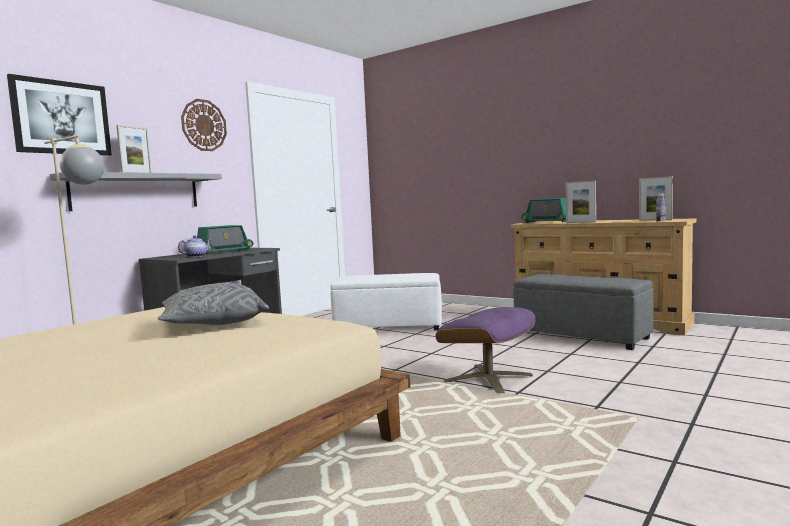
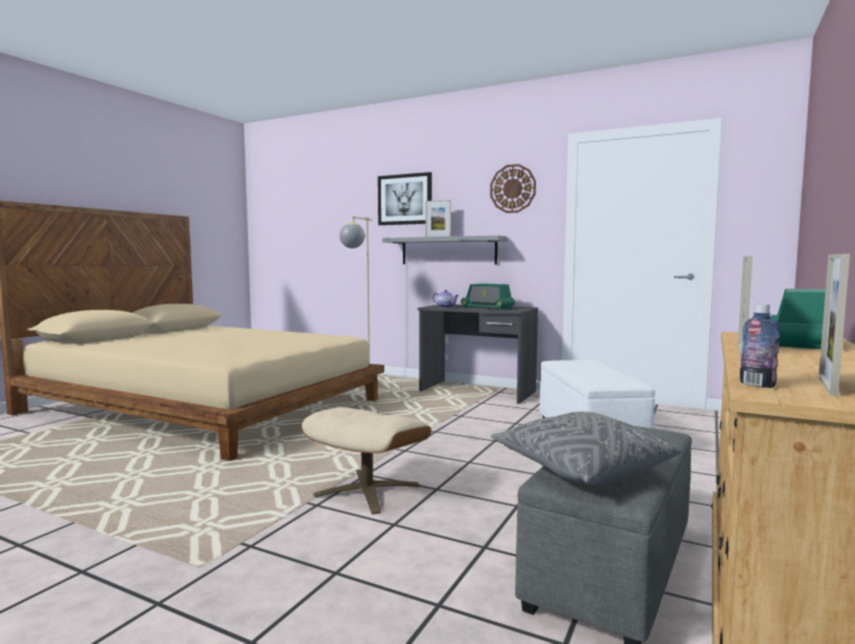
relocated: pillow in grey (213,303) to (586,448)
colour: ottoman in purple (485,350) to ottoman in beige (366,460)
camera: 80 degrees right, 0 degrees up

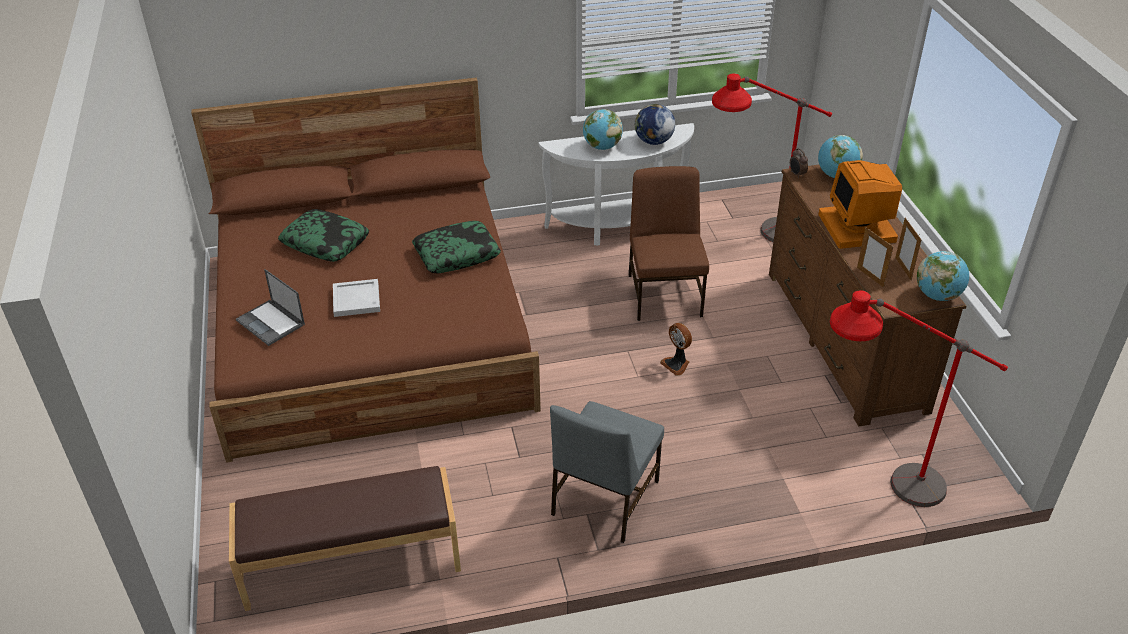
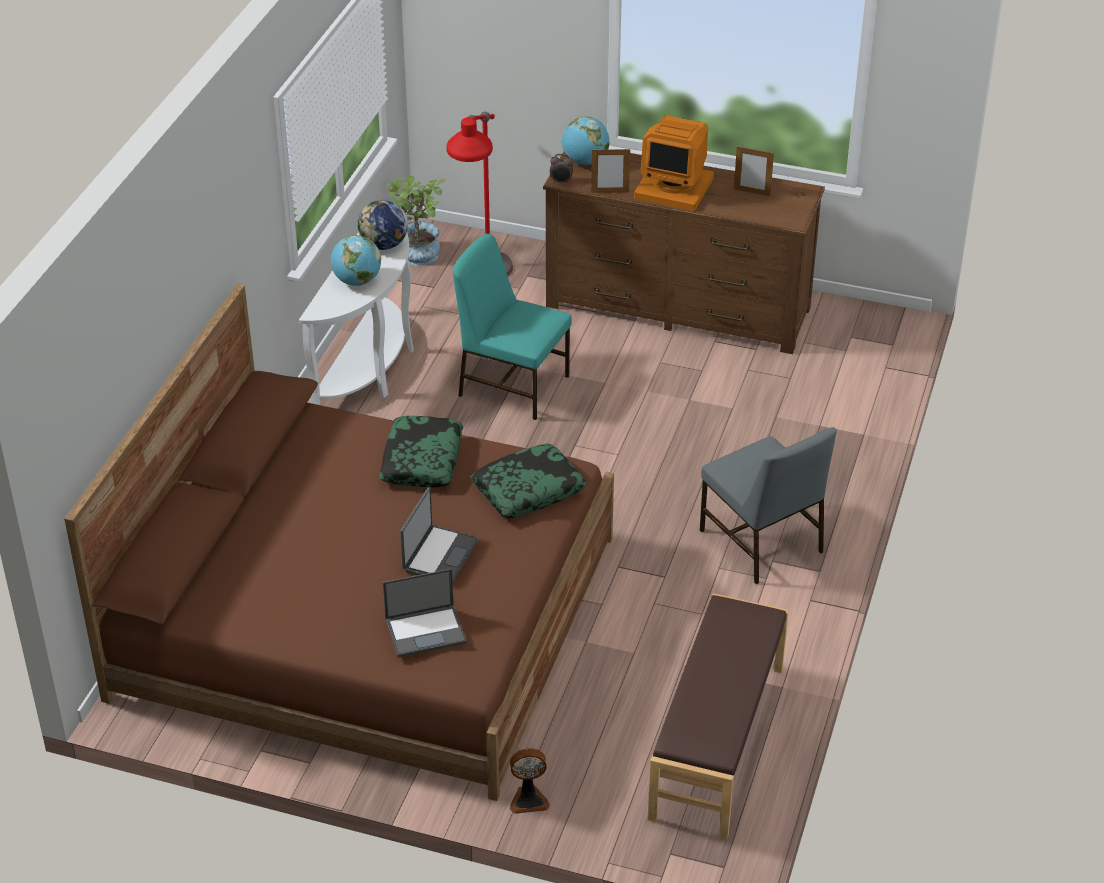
missing: floor lamp in red (919,398); globe (943,276)
appeared: potted plant (416,221)
relocated: pillow (323,235) to (528,481); fan (676,349) to (530,781); picture frame (875,257) to (610,170)
exchanged: tray in white (356,298) to laptop (439,534)
colour: chair in brown (669,243) to chair in turquoise (512,327)
camera: 60 degrees left, 0 degrees up

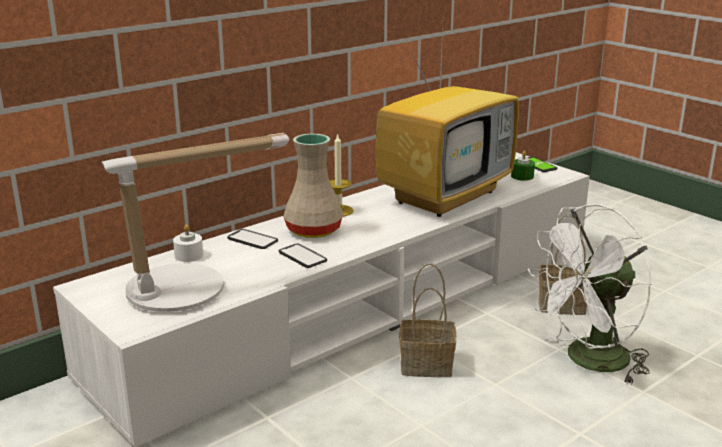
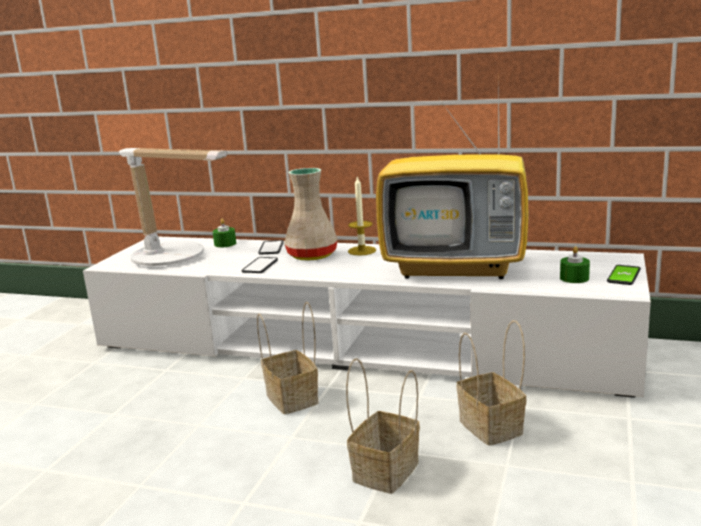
exchanged: fan in white (590,294) to basket (383,426)
colour: candle in white (188,243) to candle in green (224,233)
camera: 60 degrees right, 5 degrees down

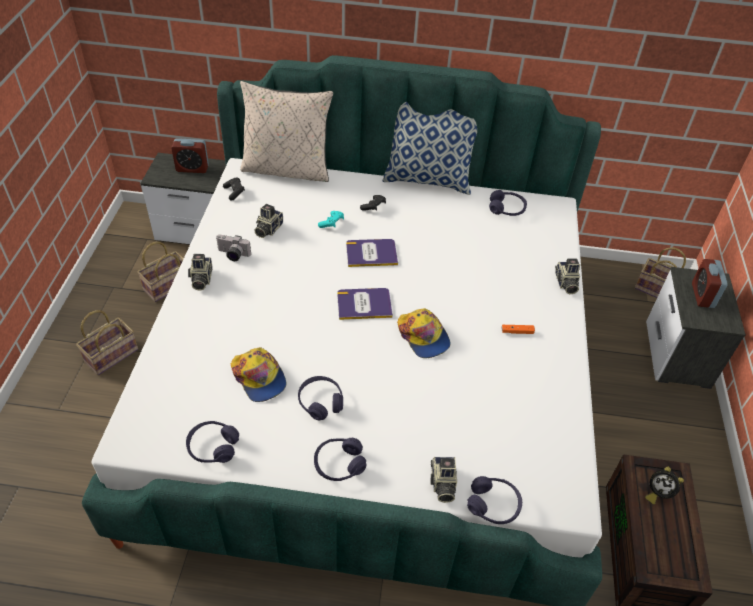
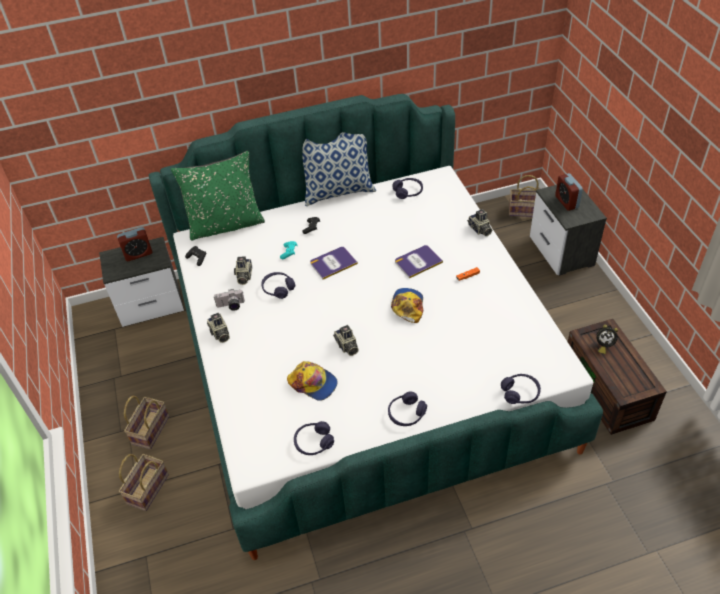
relocated: basket (160,272) to (144,482); headphones in purple (320,398) to (278,285); book (365,304) to (419,261); photo camera (444,480) to (346,340)
colour: pillow in beige (286,131) to pillow in green (218,195)
spun: cap (423,333) = (407,305) 120 degrees counterclockwise
camera: 20 degrees left, 0 degrees up

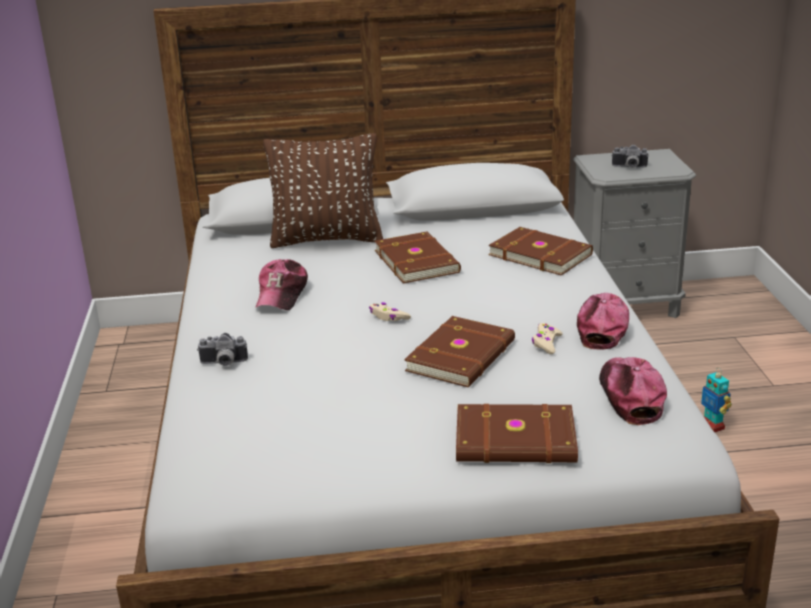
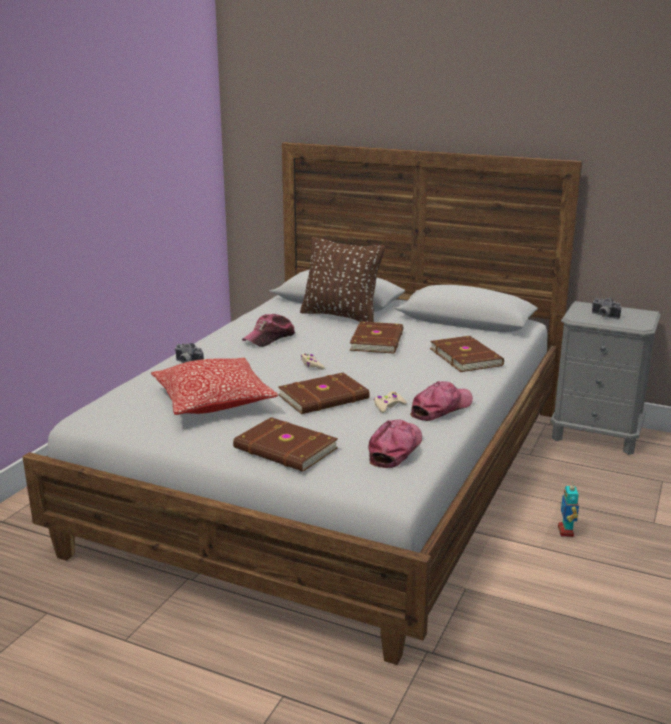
appeared: pillow (214,386)
camera: 30 degrees right, 5 degrees down

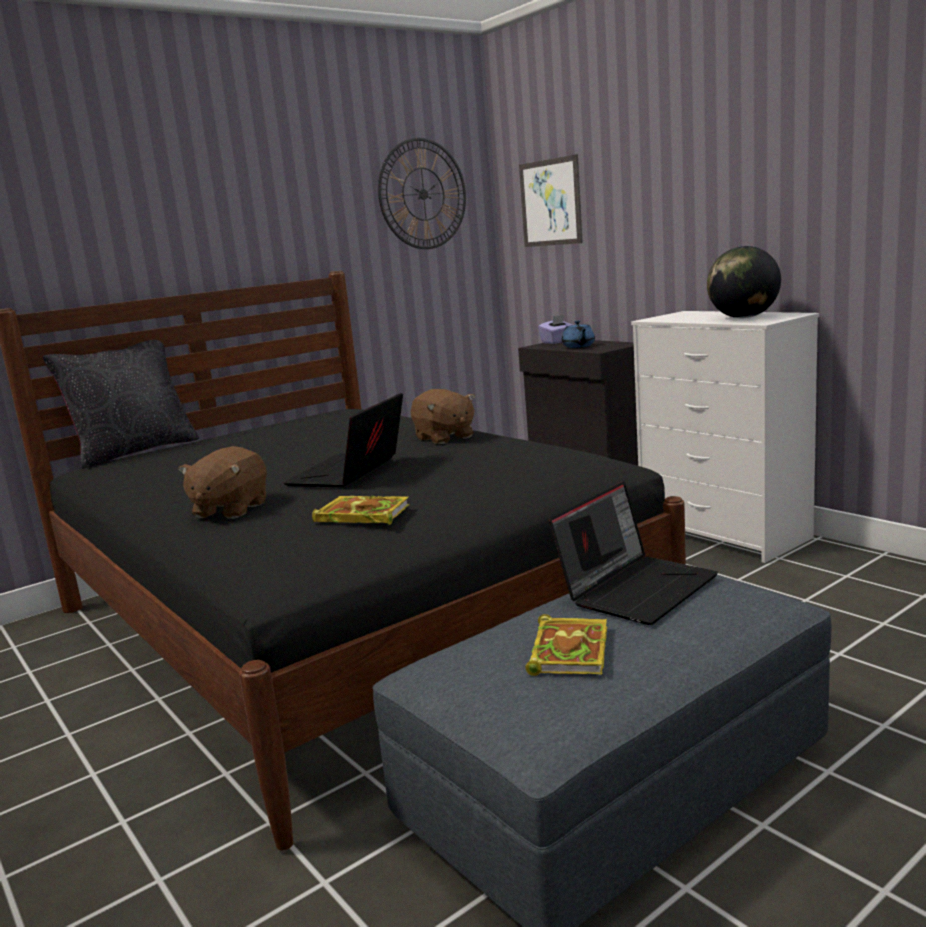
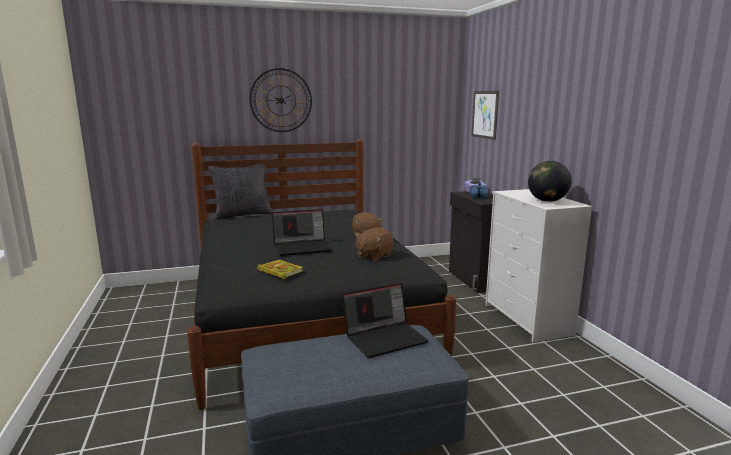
missing: book (566,645)
relocated: plush toy in brown (222,482) to (374,244); wall clock (422,193) to (280,100)
spun: laptop (343,440) = (302,232) 150 degrees counterclockwise
camera: 20 degrees right, 0 degrees up

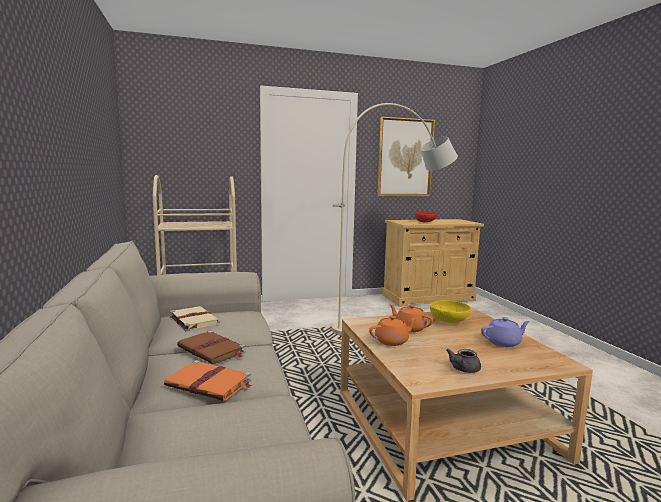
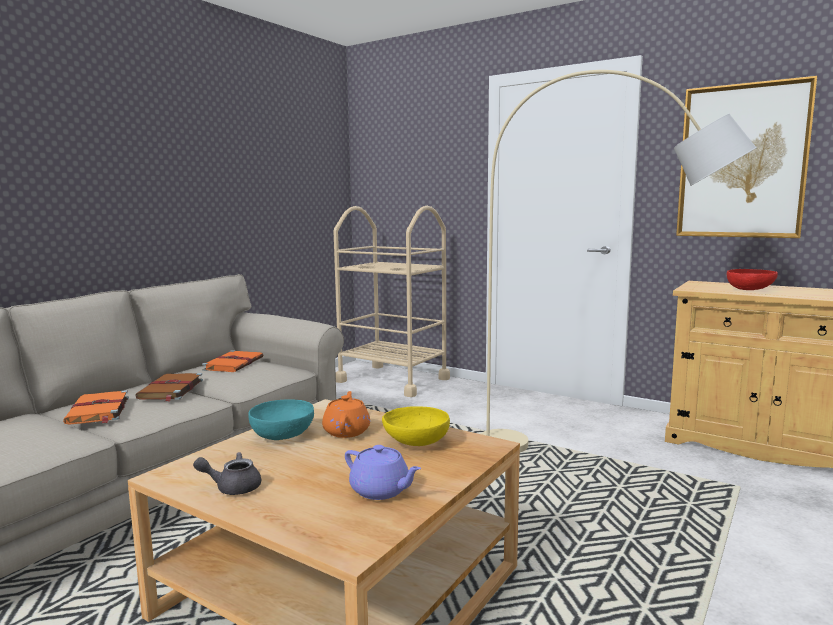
exchanged: teapot in orange (393,331) to bowl in turquoise (281,419)
colour: book in beige (195,319) to book in orange (232,361)
camera: 50 degrees right, 0 degrees up

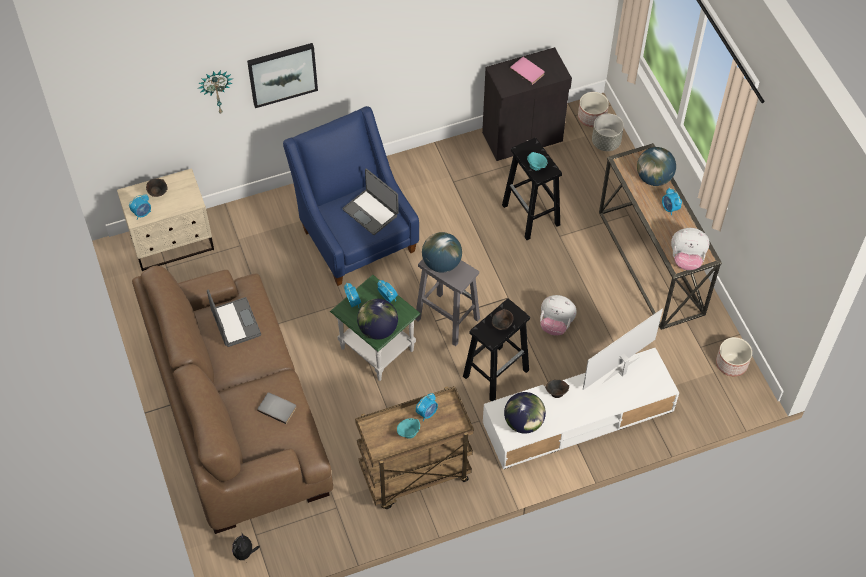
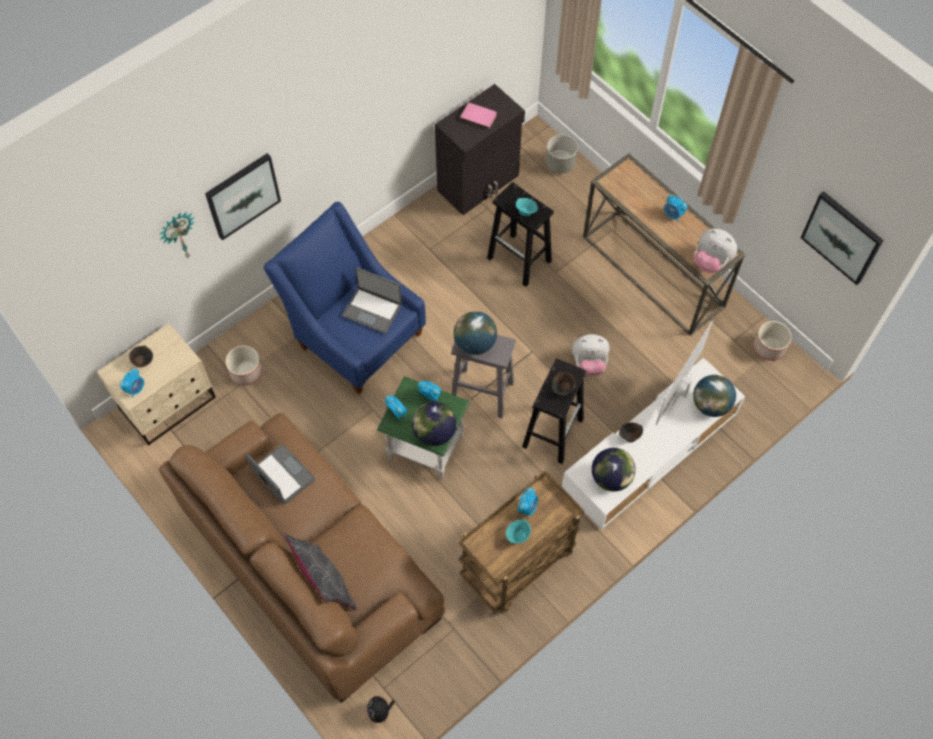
missing: book in grey (277,408)
appeared: pillow in grey (320,572); picture (842,238)
relocated: planter (593,109) to (244,366); globe (656,166) to (714,396)
spun: plush toy (690,249) = (715,251) 45 degrees clockwise
camera: 20 degrees left, 5 degrees up

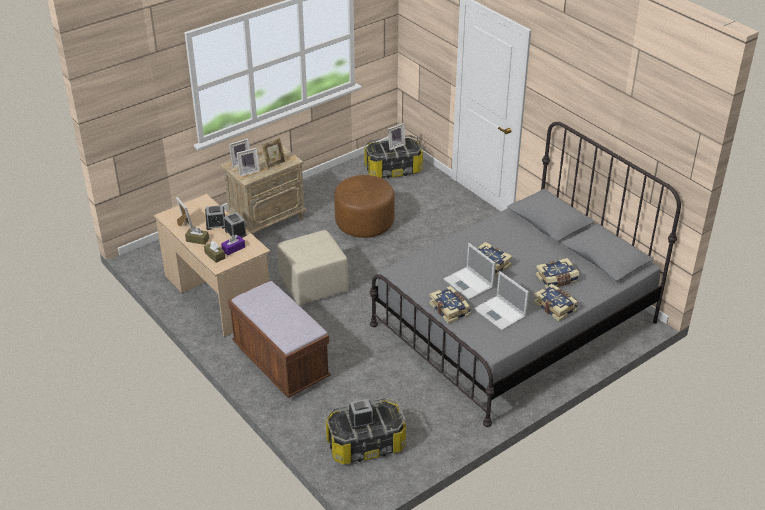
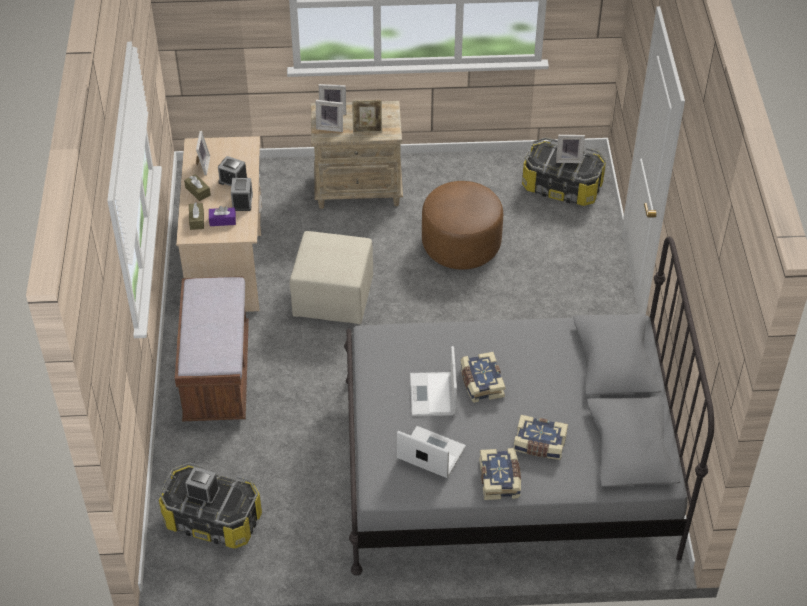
missing: book (450,305)
spun: laptop (501,301) = (431,452) 120 degrees clockwise
camera: 35 degrees right, 10 degrees up

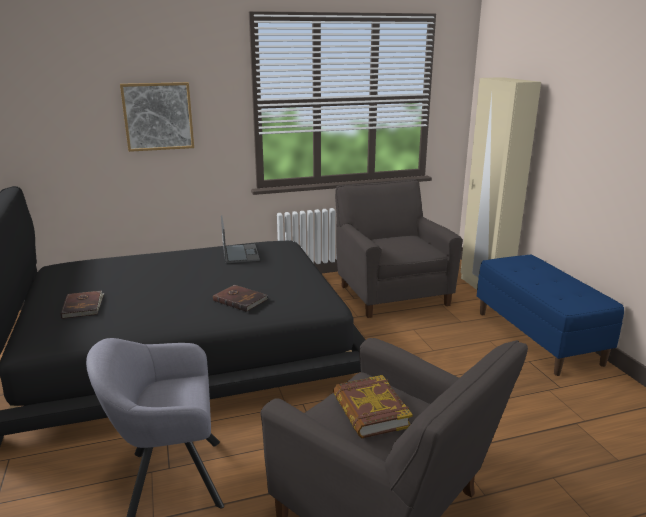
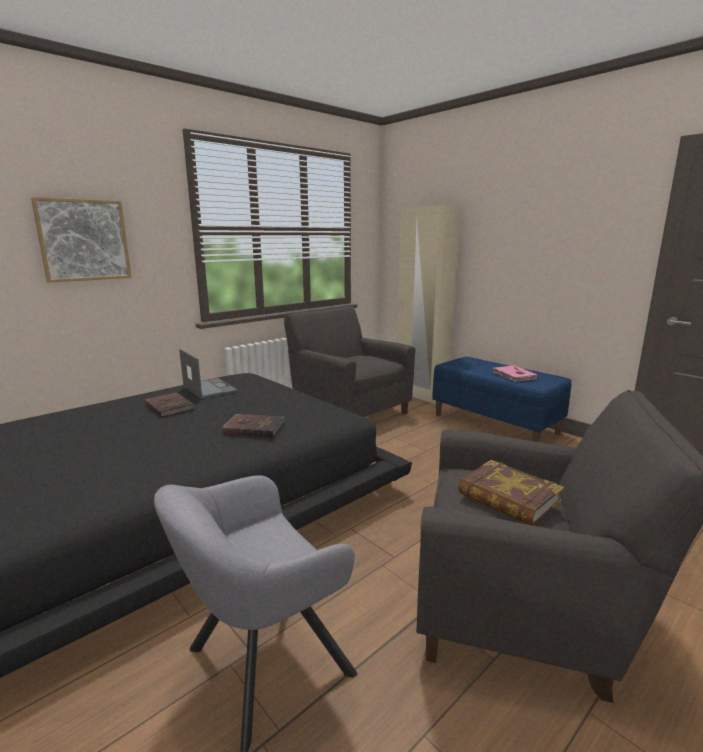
appeared: book in pink (514,373)
relocated: book in brown (82,305) to (169,405)
camera: 25 degrees left, 5 degrees down

